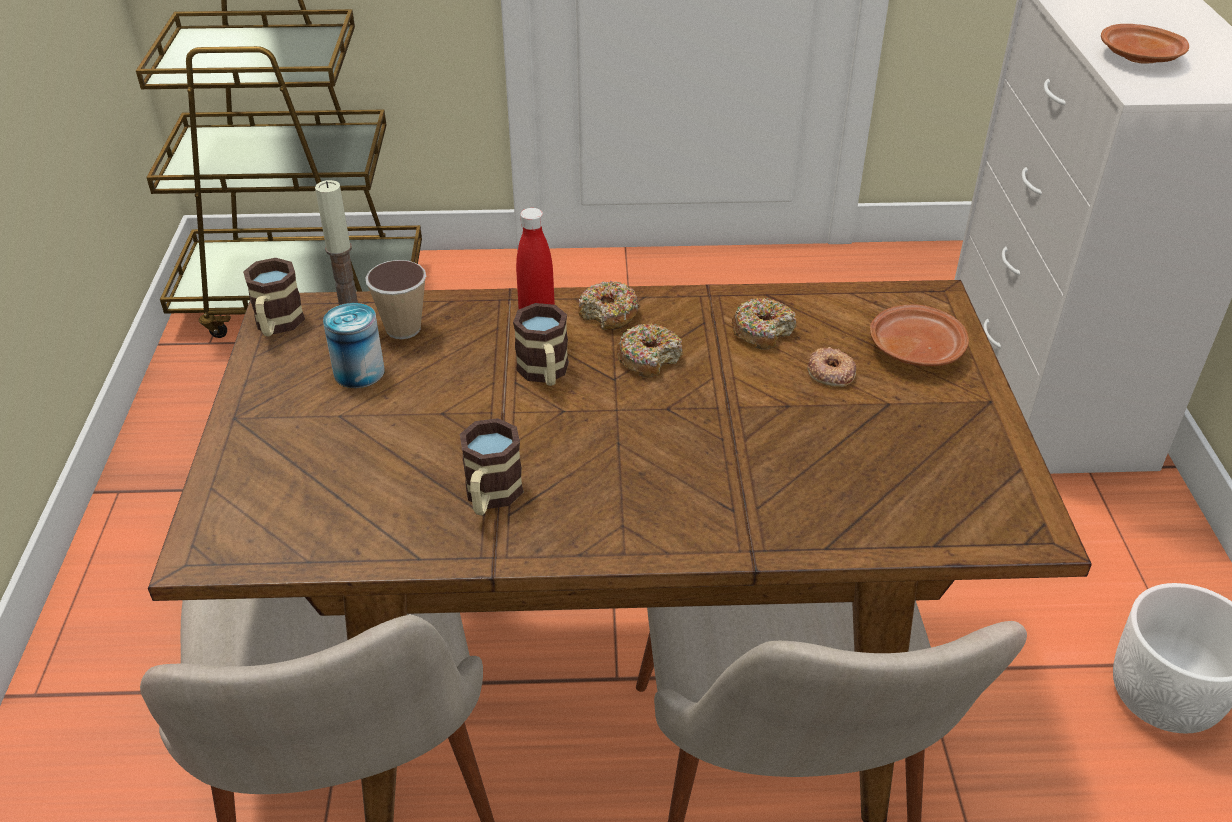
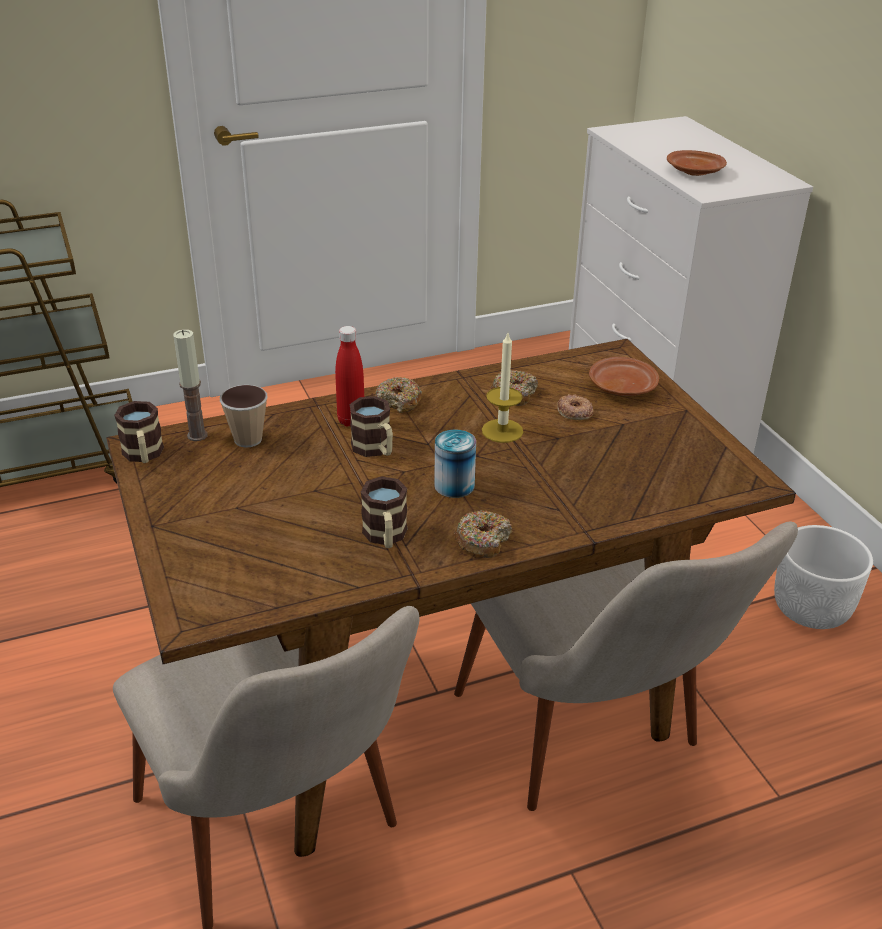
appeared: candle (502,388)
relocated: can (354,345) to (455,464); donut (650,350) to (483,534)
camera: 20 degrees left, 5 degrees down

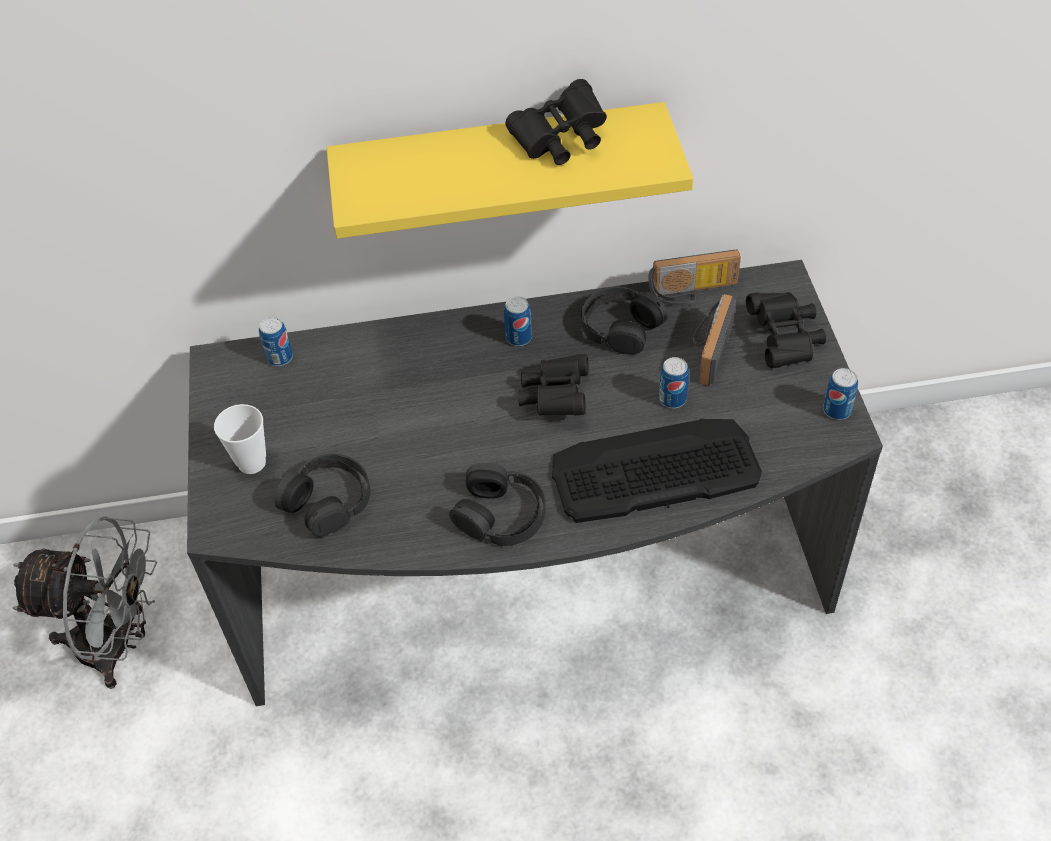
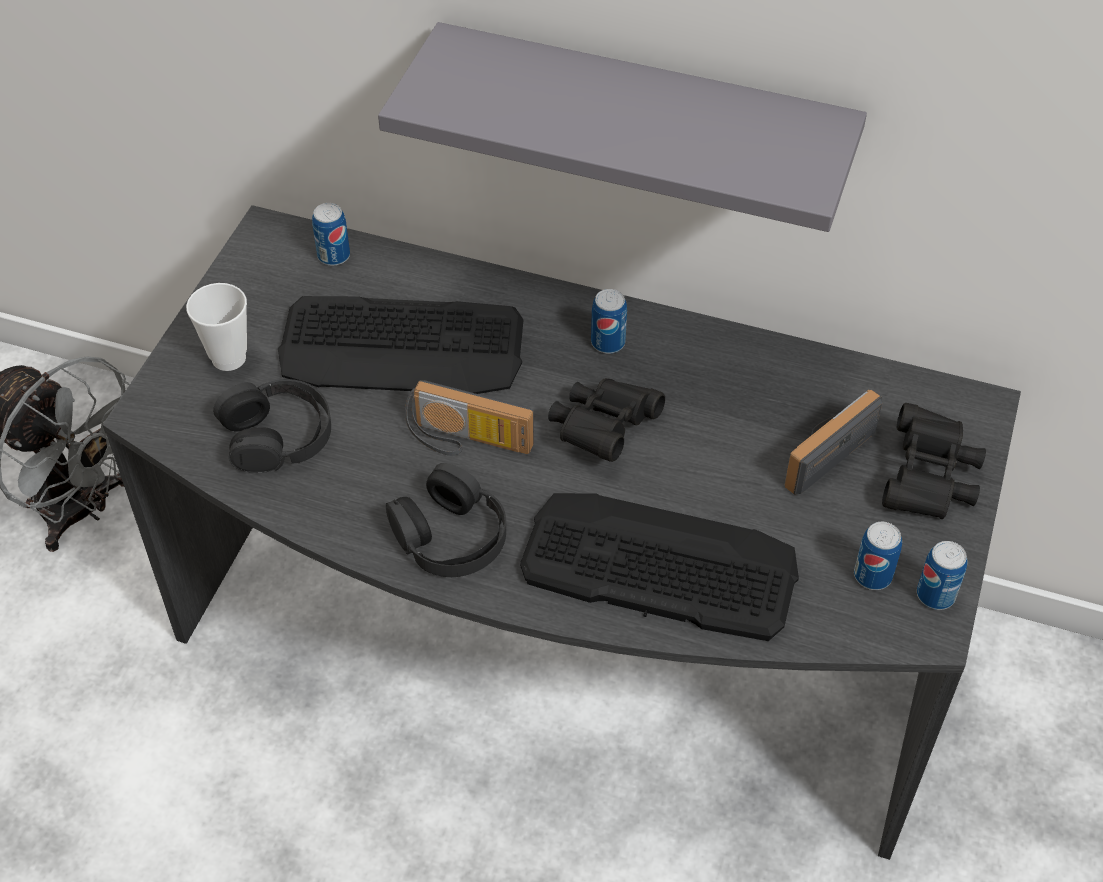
missing: binoculars in black (556,122); headphones in black (624,321)
appeared: keyboard (400,345)
relocated: radio (694,277) to (469,418); can (674,382) to (878,556)
colour: shelf in yellow (510,170) to shelf in grey (622,127)
camera: 25 degrees right, 0 degrees up

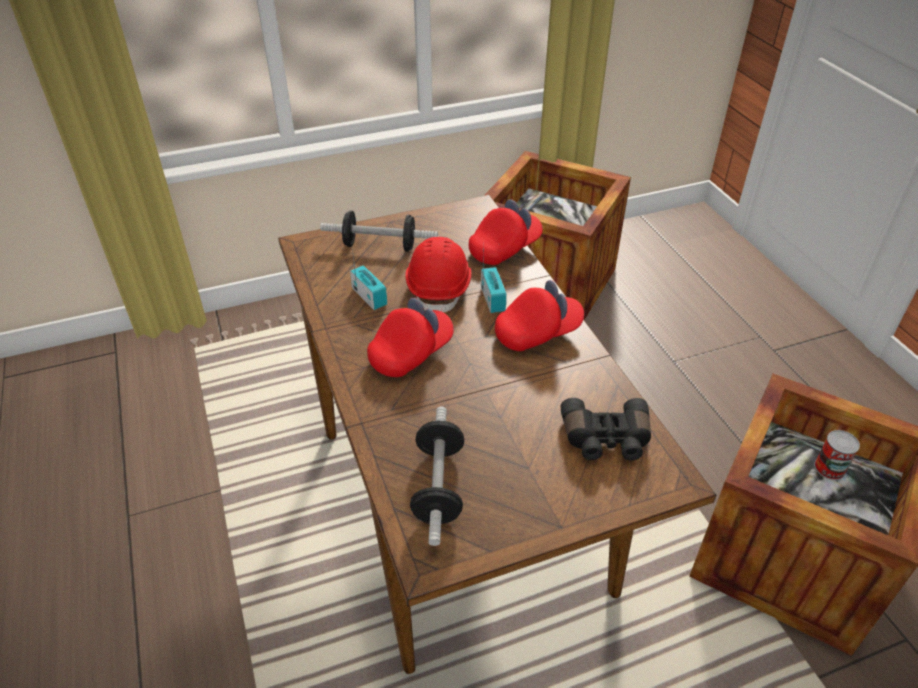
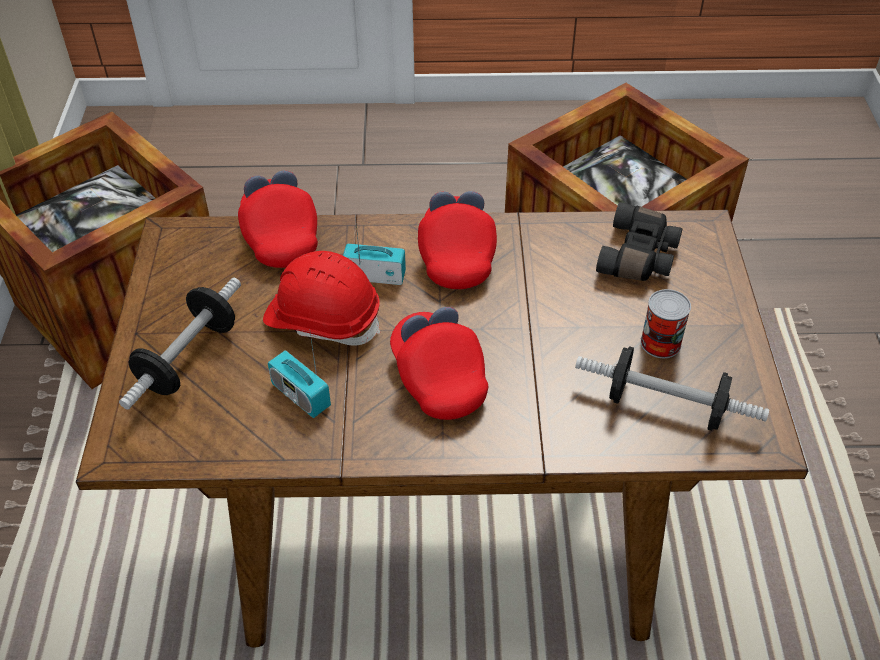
relocated: can (837,455) to (665,323)
spun: radio (368,275) = (299,375) 120 degrees counterclockwise
camera: 70 degrees left, 5 degrees up

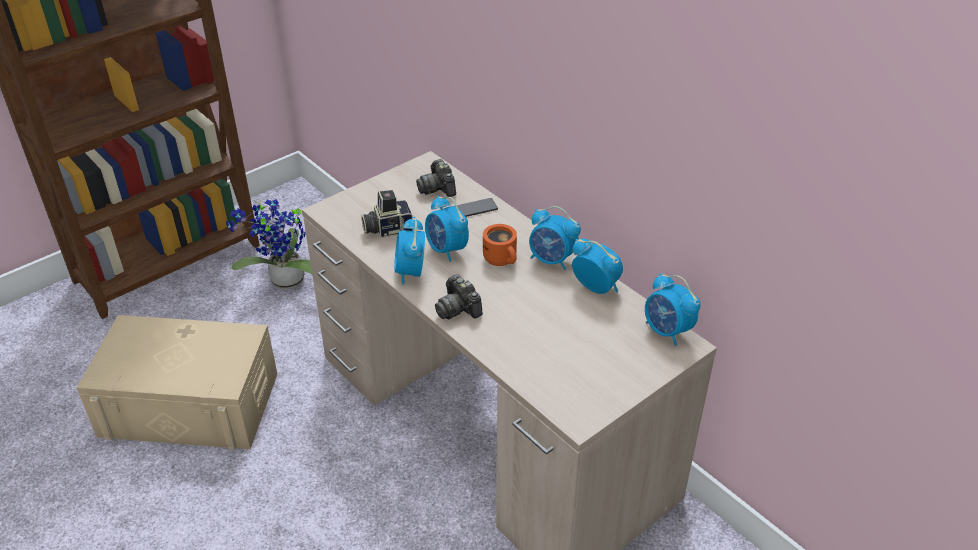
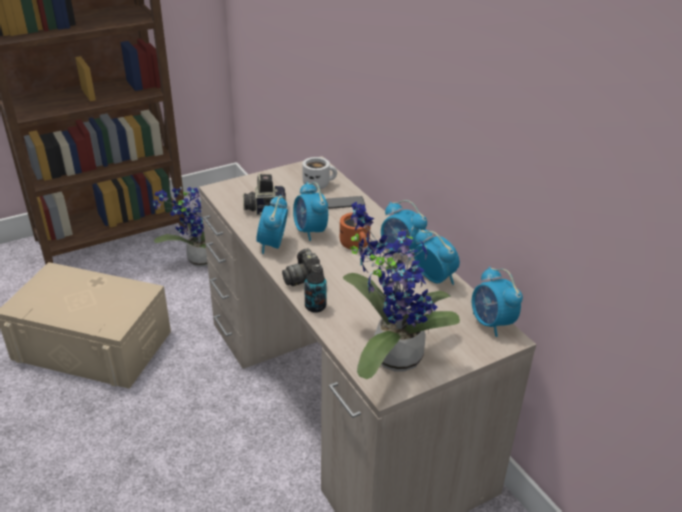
appeared: can (315,292); potted plant (401,290)
exchanged: photo camera (436,178) to mug in white (319,173)
camera: 10 degrees right, 5 degrees down

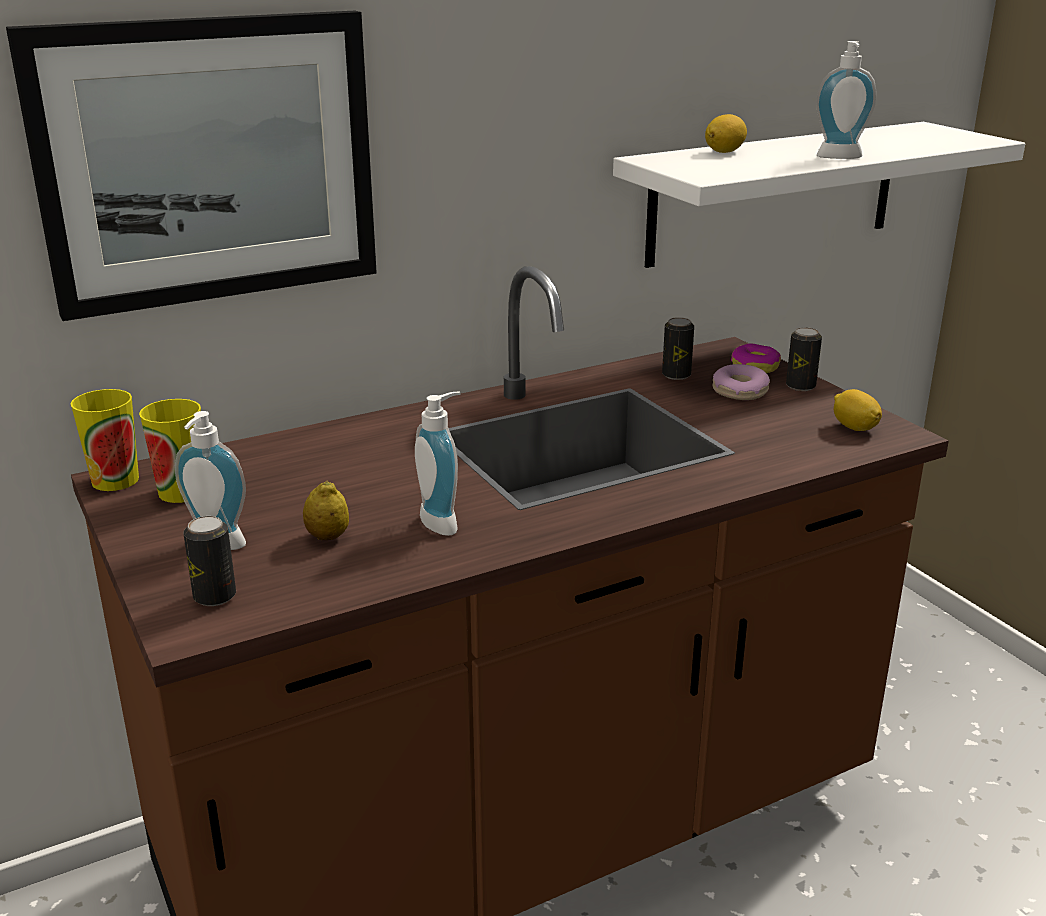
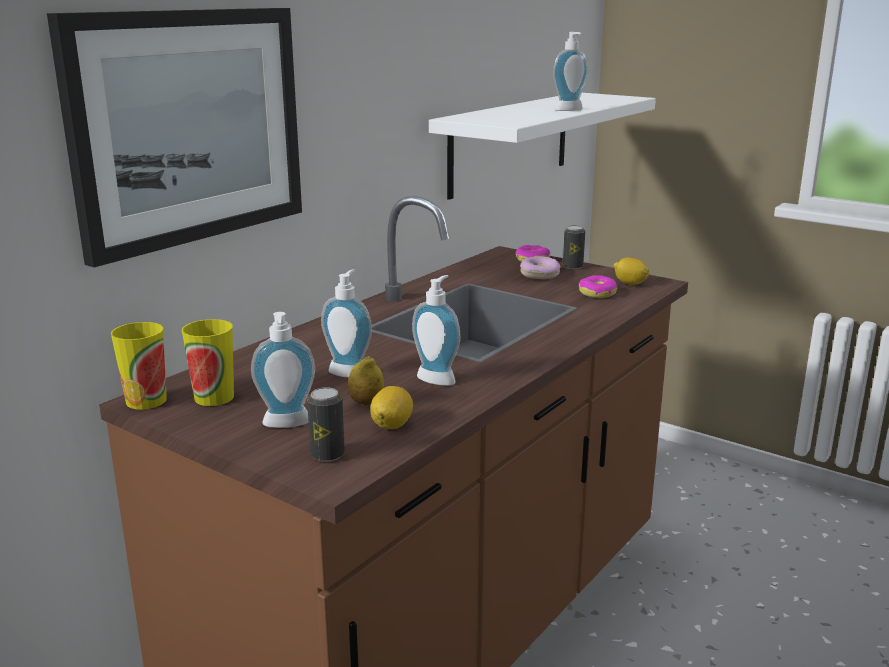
missing: can (678,348)
appeared: soap dispenser (346,323); donut (598,286)
relocated: lemon (726,133) to (391,407)
camera: 25 degrees left, 5 degrees down

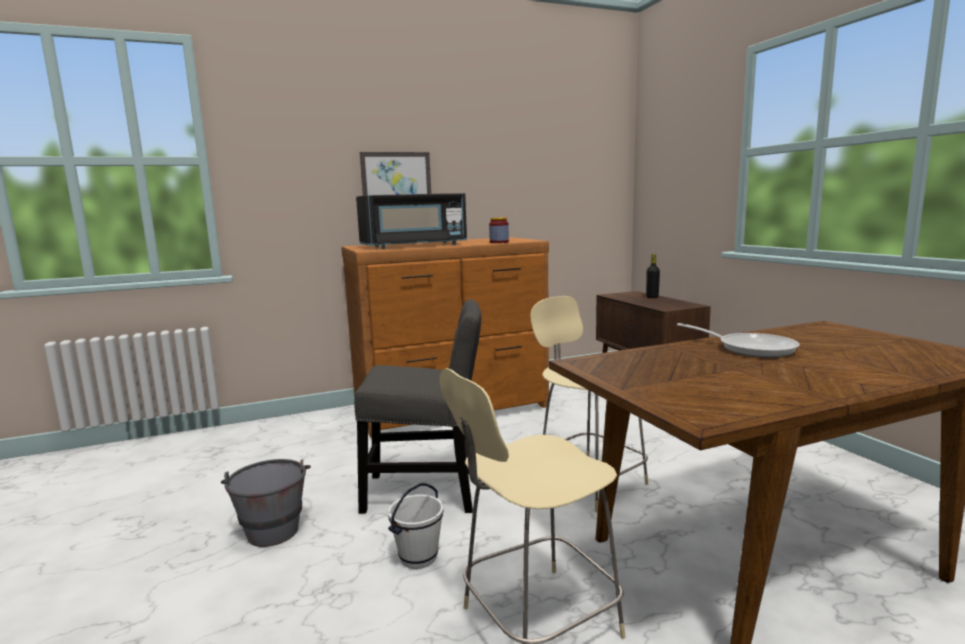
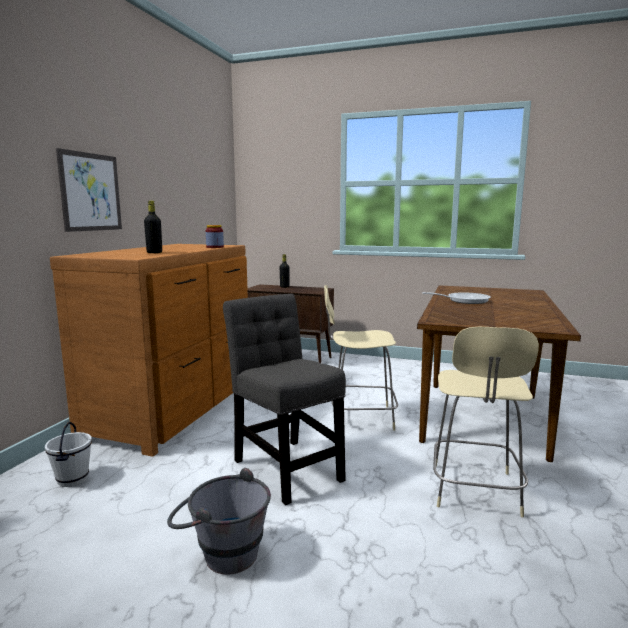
relocated: bucket in white (416,526) to (68,454)
exchanged: microwave in black (411,221) to bottle in black (153,227)
spun: chair in grey (417,406) = (284,399) 75 degrees counterclockwise
camera: 50 degrees left, 0 degrees up

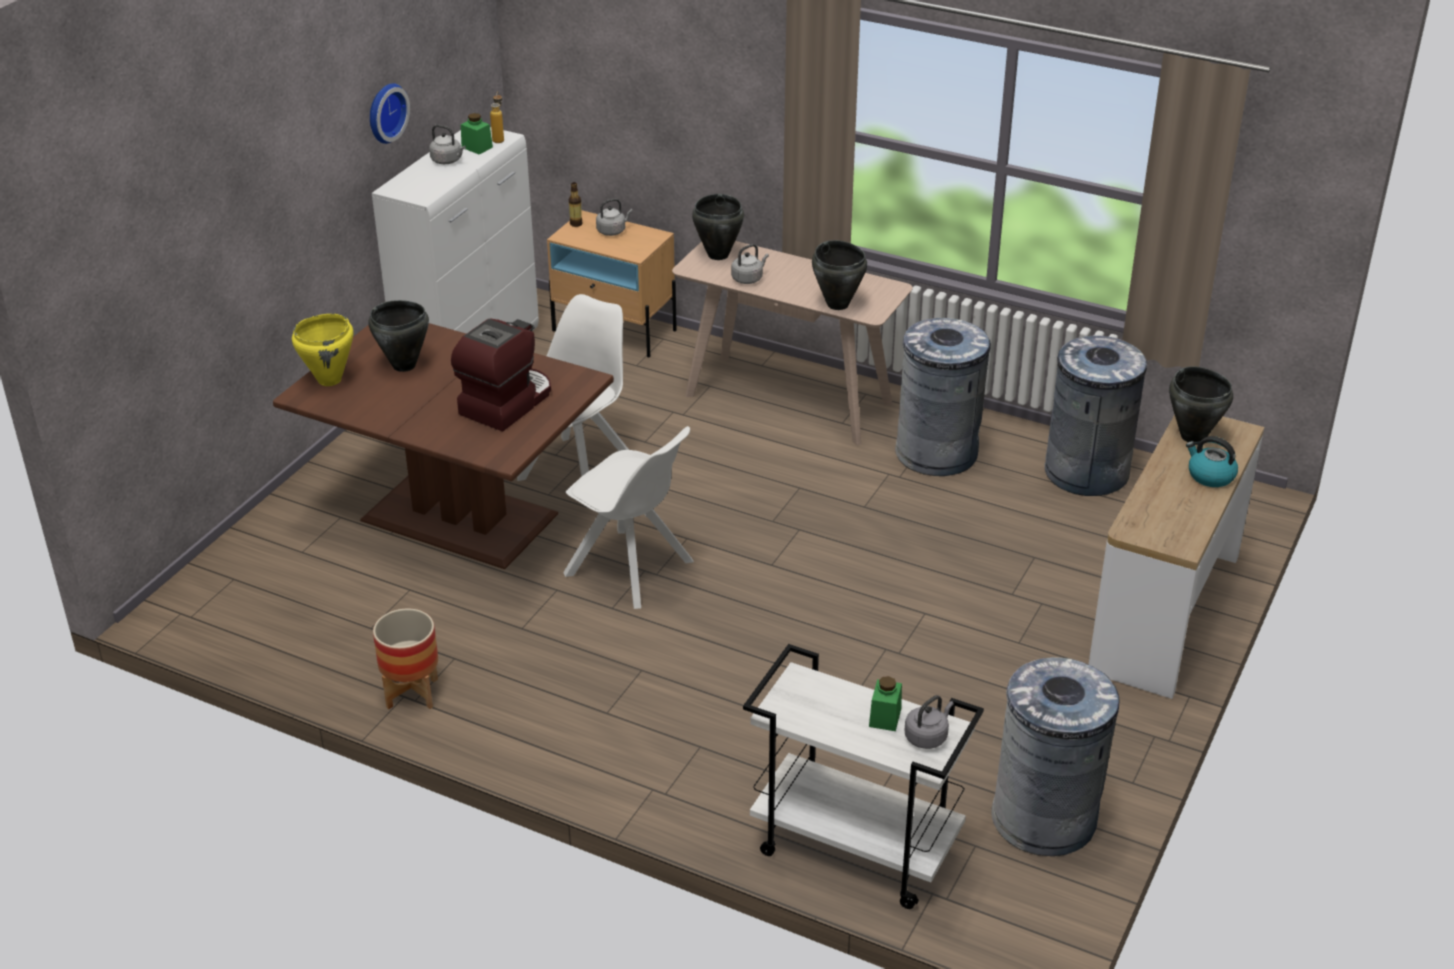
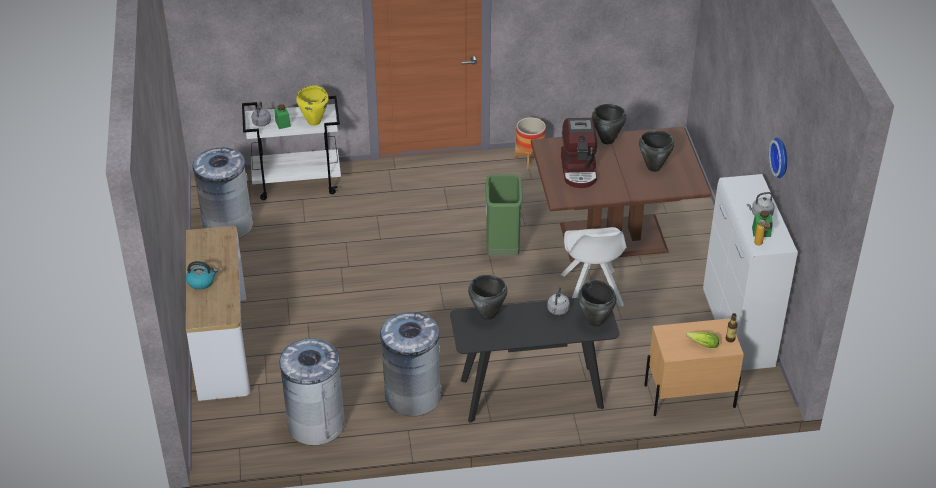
relocated: cooking pot in yellow (322,350) to (312,105); cooking pot in black (1201,404) to (609,124)
exchanged: chair in white (628,517) to trash can in green (504,215); kettle in grey (614,217) to lettuce (702,340)
colour: console table in beige (792,343) to console table in black (535,360)
camera: 145 degrees right, 5 degrees up

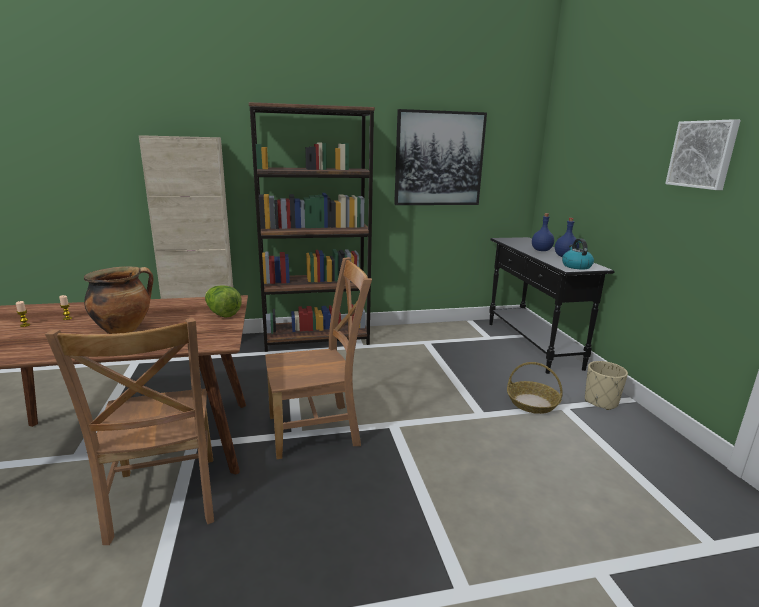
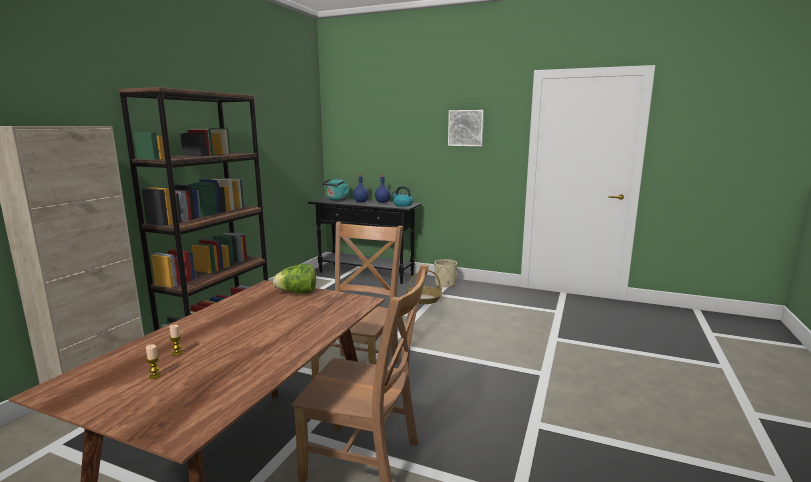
missing: cooking pot (119,300); picture (440,157)
appeared: kettle in turquoise (336,189)
camera: 55 degrees left, 5 degrees down

